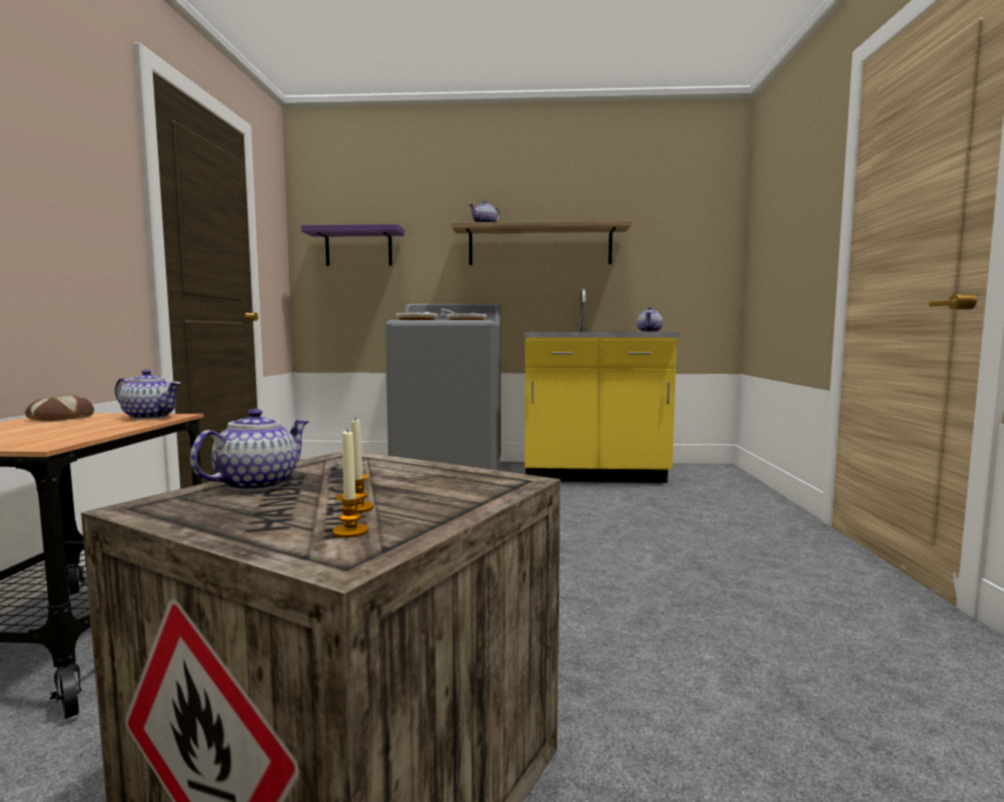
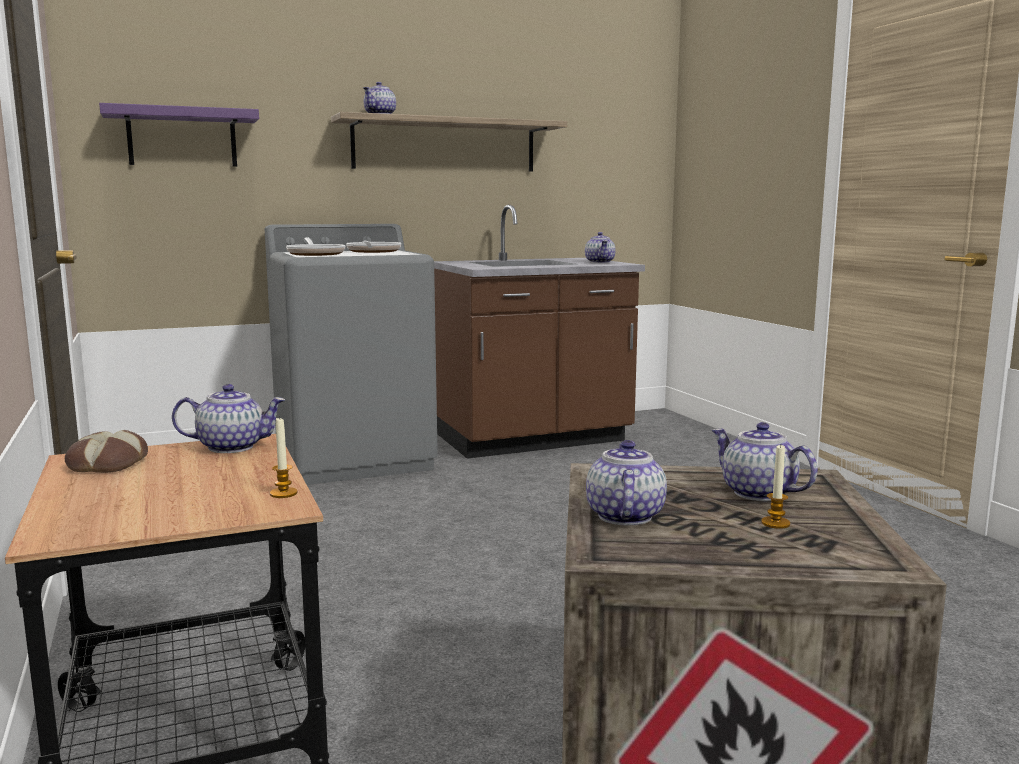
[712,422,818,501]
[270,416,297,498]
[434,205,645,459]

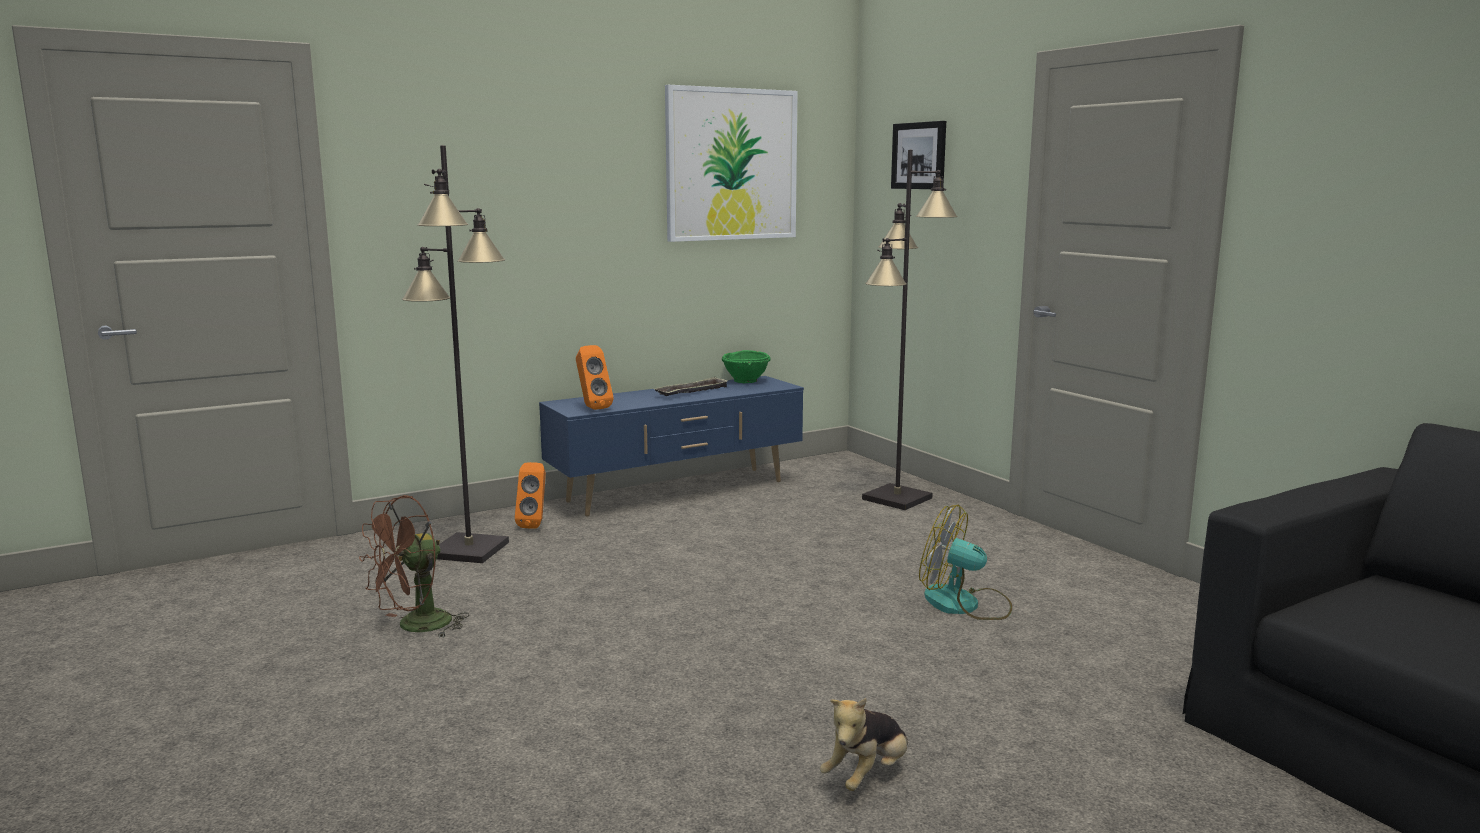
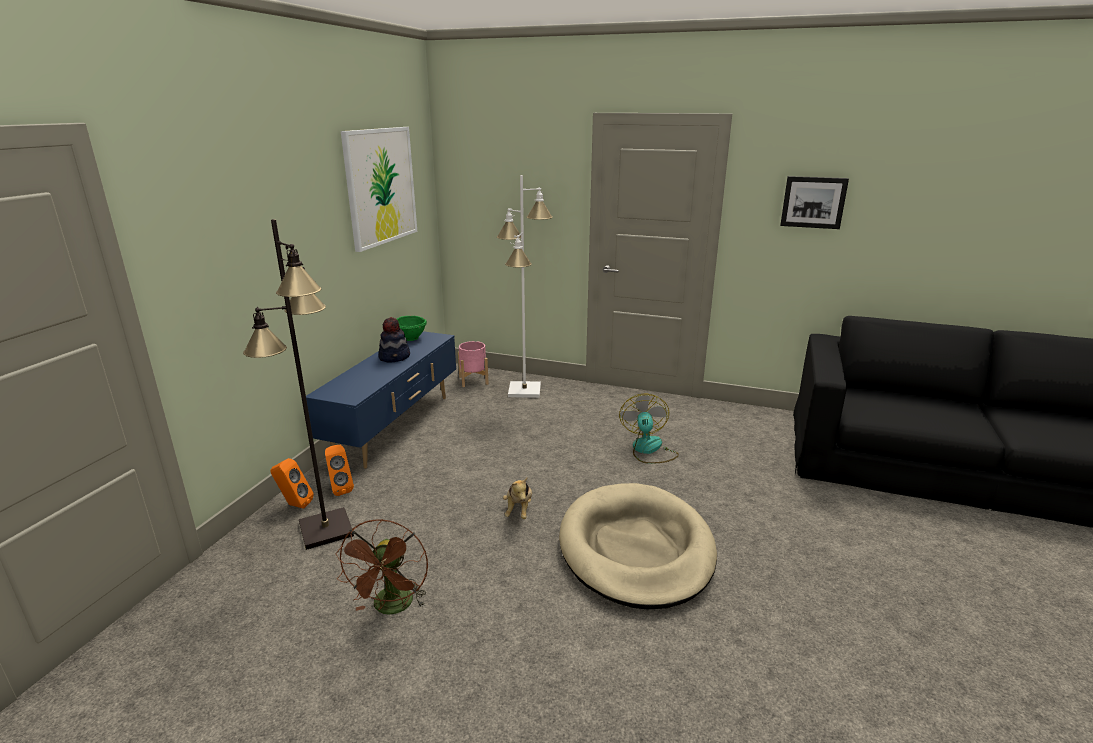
[458,341,489,387]
[559,483,717,609]
[271,458,314,509]
[503,478,532,519]
[780,176,849,229]
[379,317,410,362]
[497,175,553,398]
[619,394,679,464]

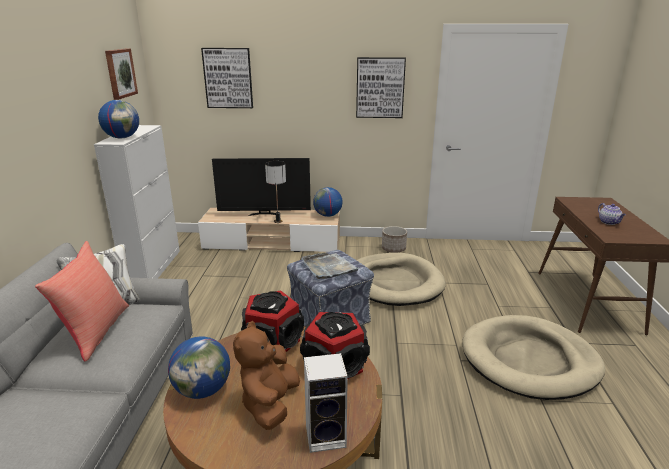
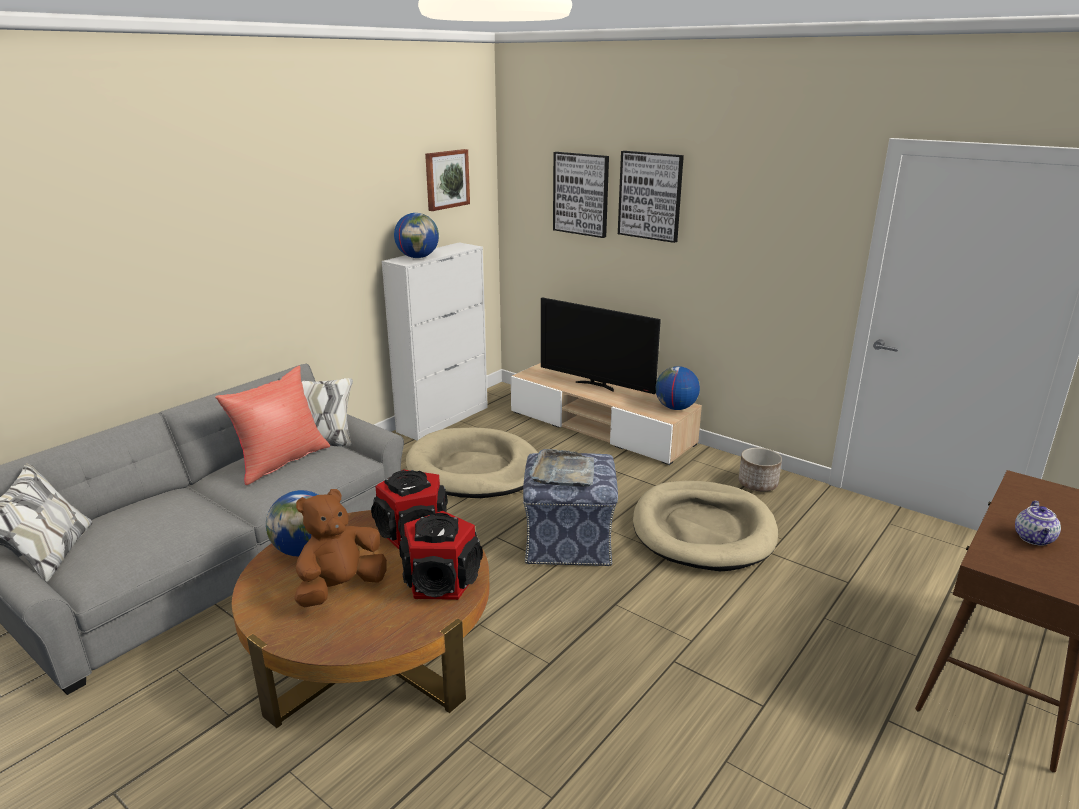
[265,161,286,223] (first image)
[304,353,348,453] (first image)
[618,151,684,243]
[406,427,538,498]

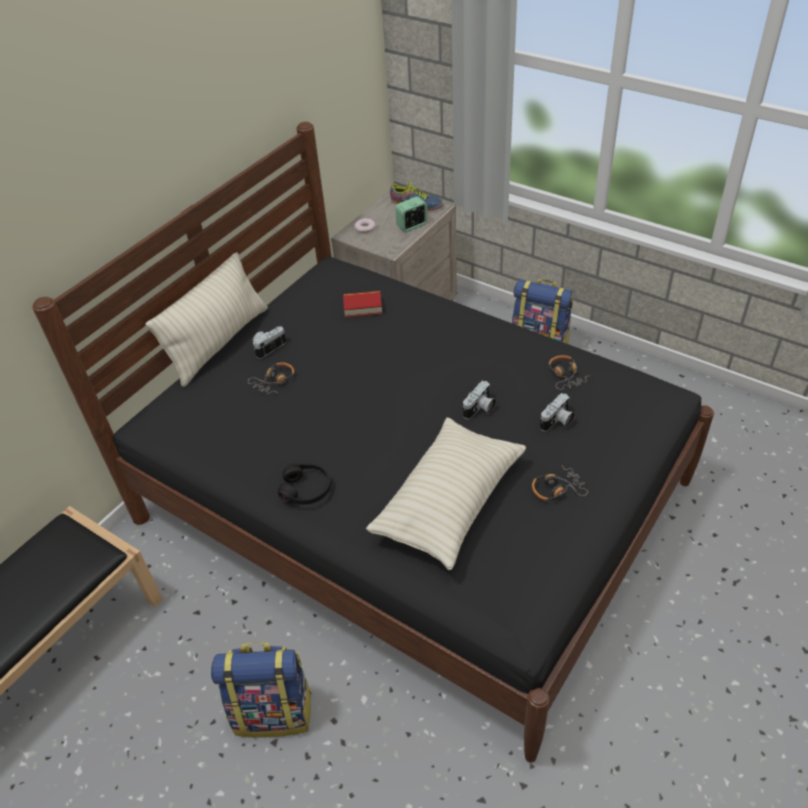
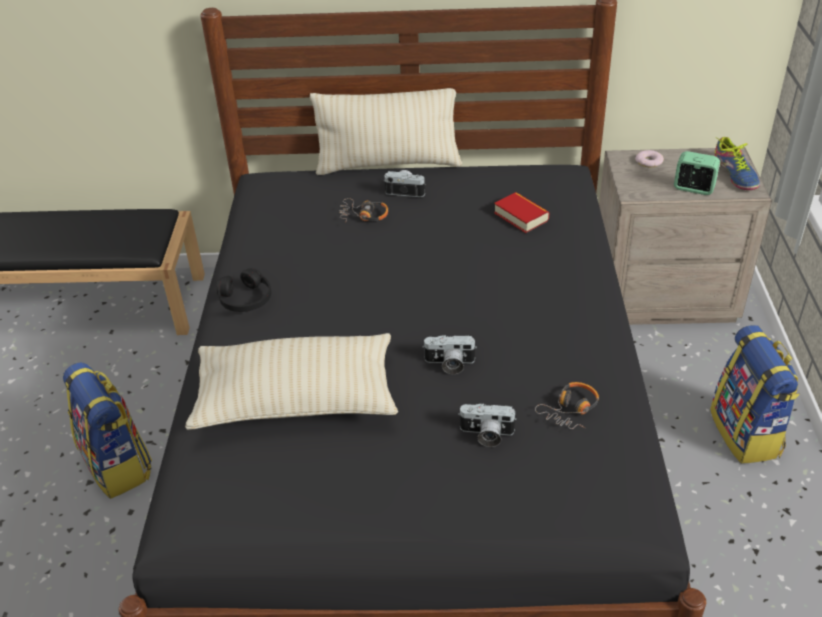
[532,465,588,501] (first image)

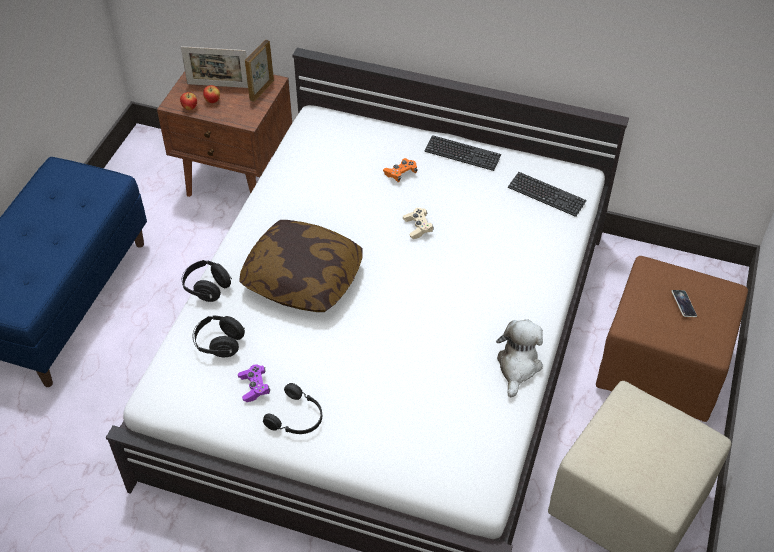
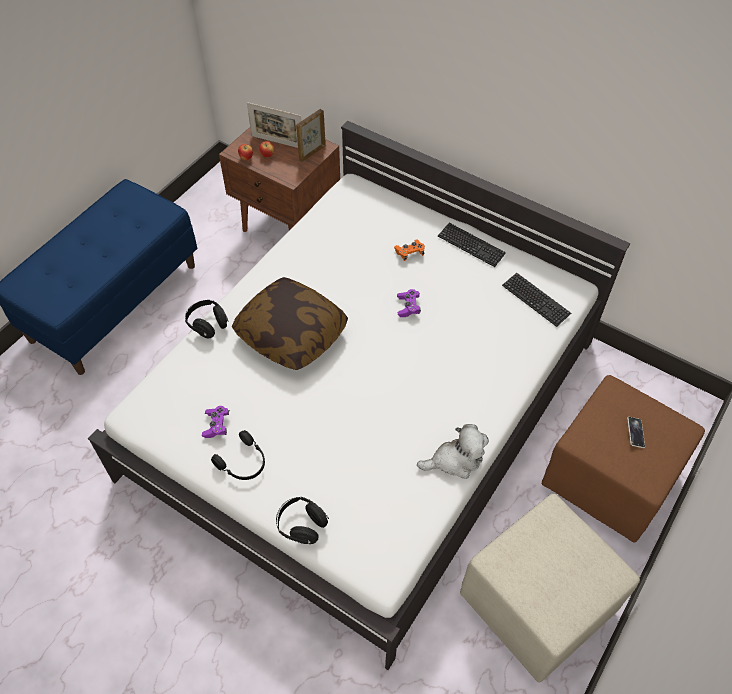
[276,497,329,544]
[397,289,421,317]
[417,424,489,479]

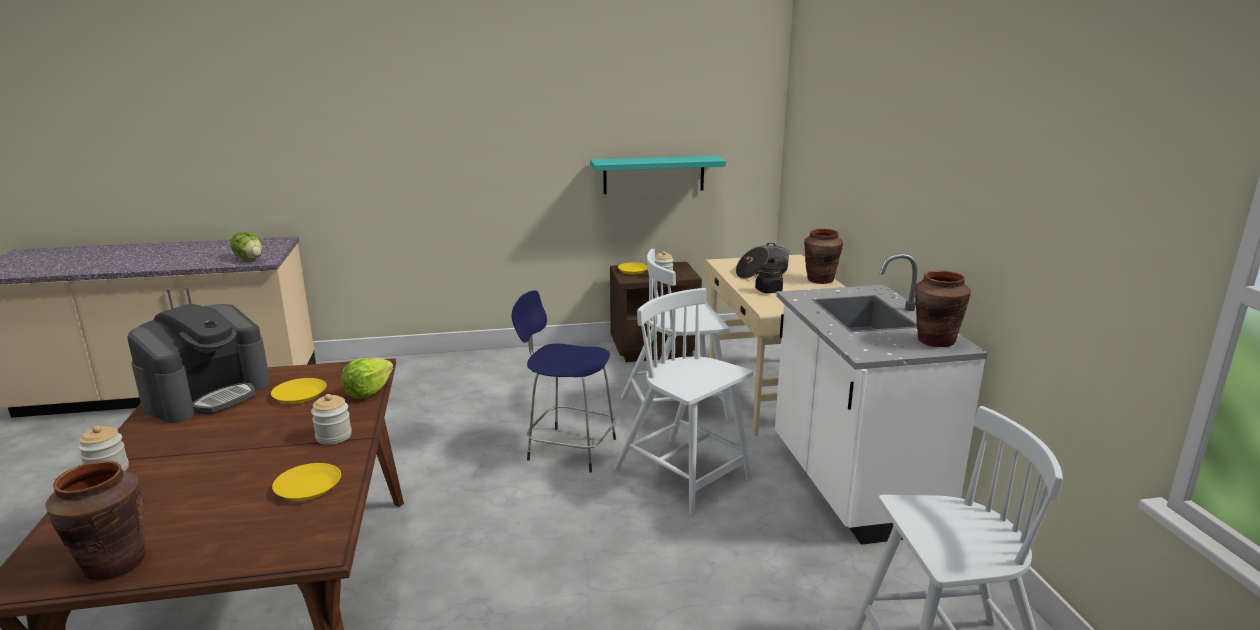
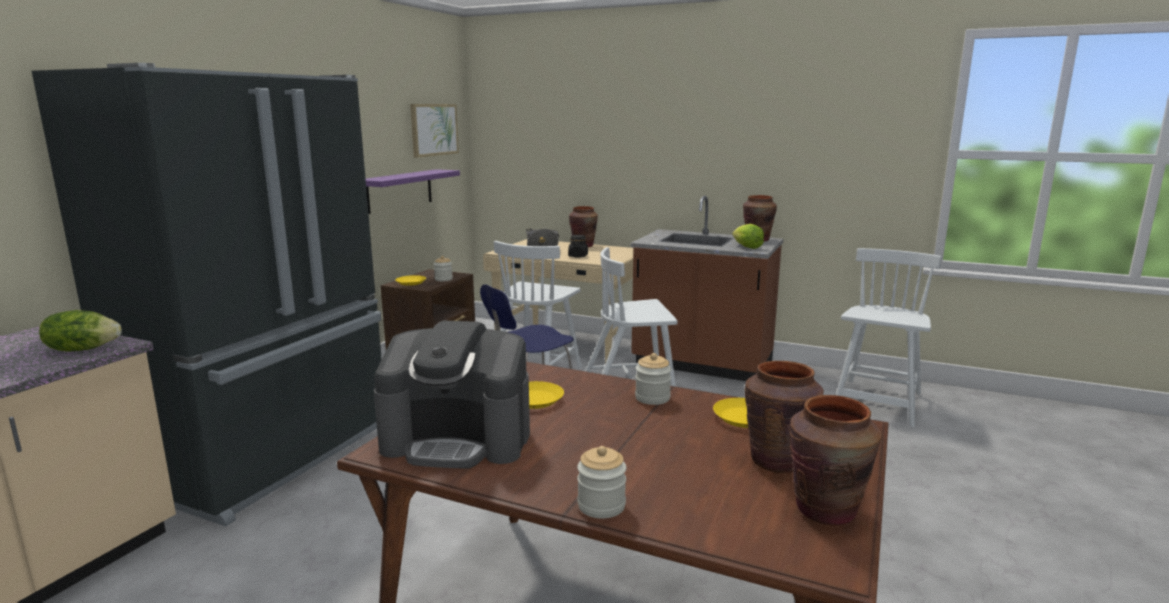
[31,63,382,527]
[410,104,459,158]
[745,361,824,473]
[732,224,764,249]
[366,169,460,214]
[630,196,784,381]
[374,320,530,469]

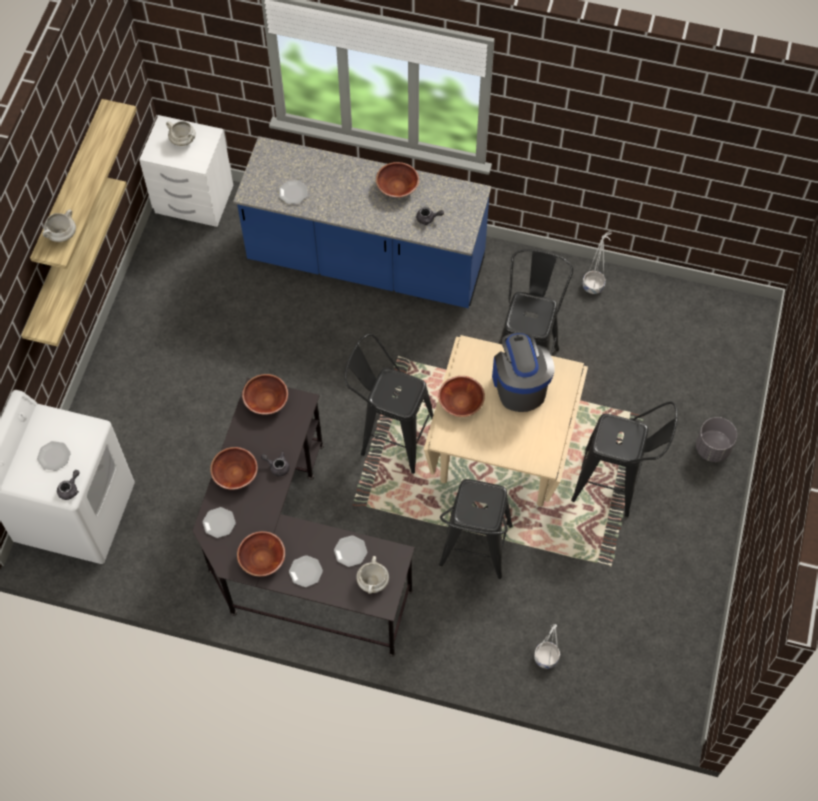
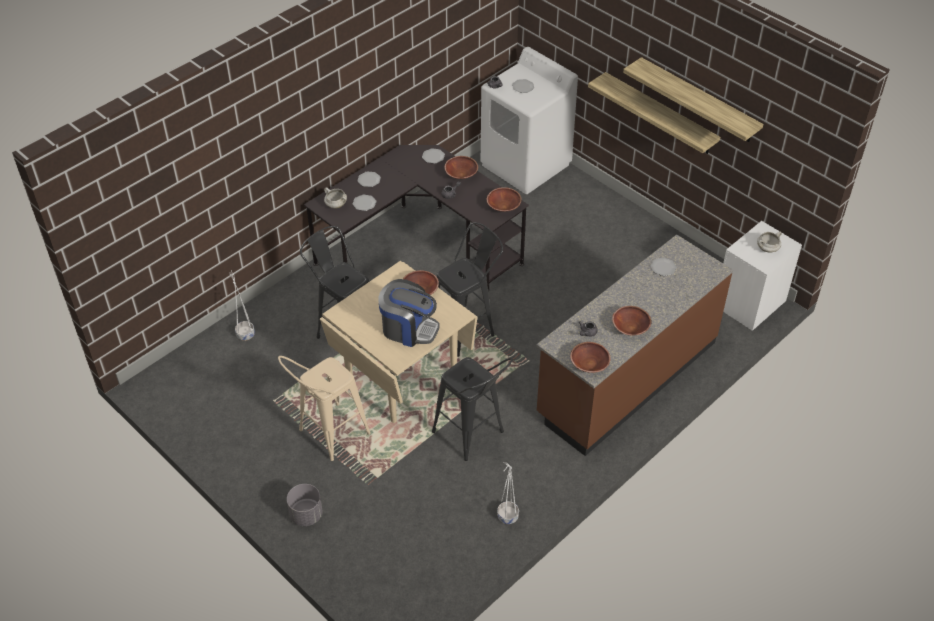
[42,209,76,242] (first image)
[570,342,610,373]
[536,235,733,456]
[278,356,371,461]

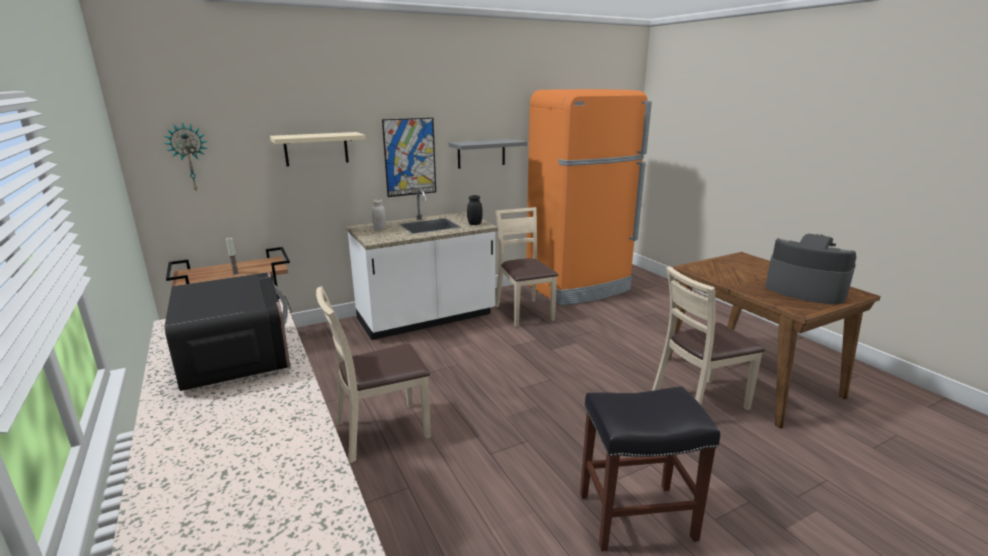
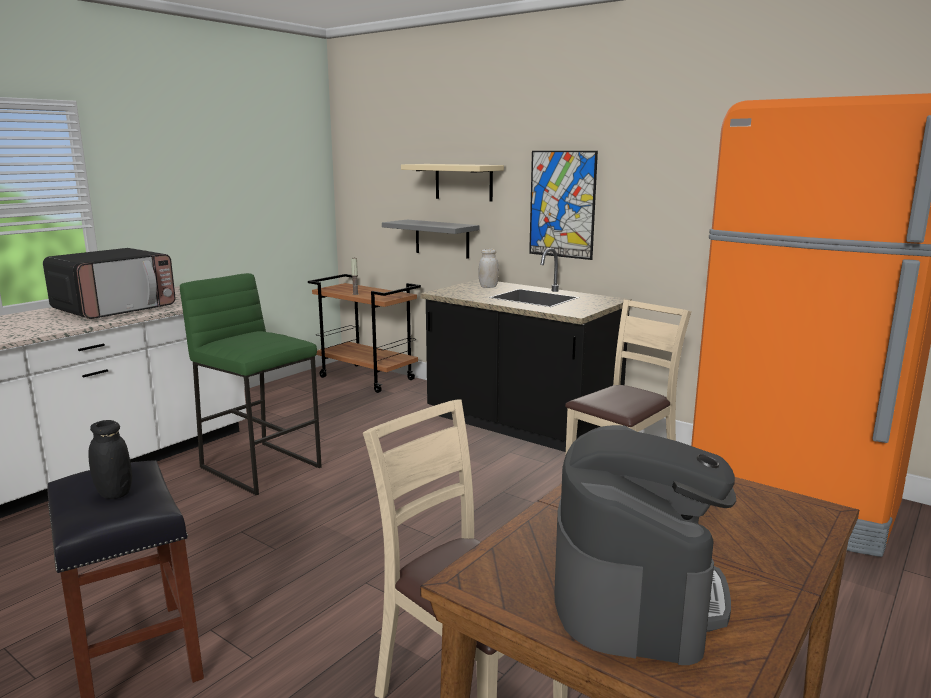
[164,122,208,190] (first image)
[382,220,479,259]
[88,420,132,499]
[180,273,322,495]
[420,248,632,452]

